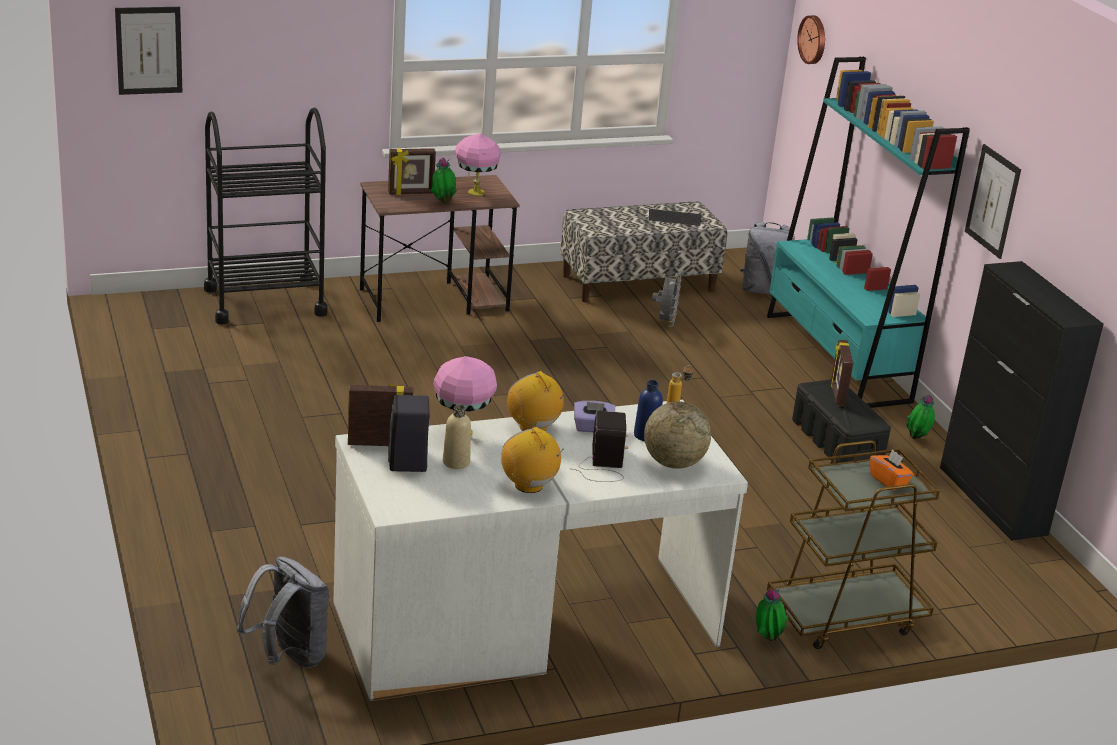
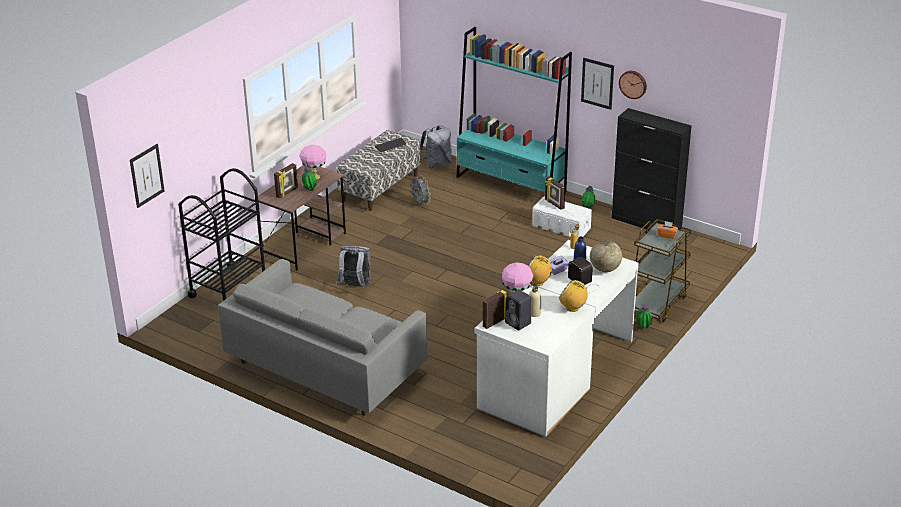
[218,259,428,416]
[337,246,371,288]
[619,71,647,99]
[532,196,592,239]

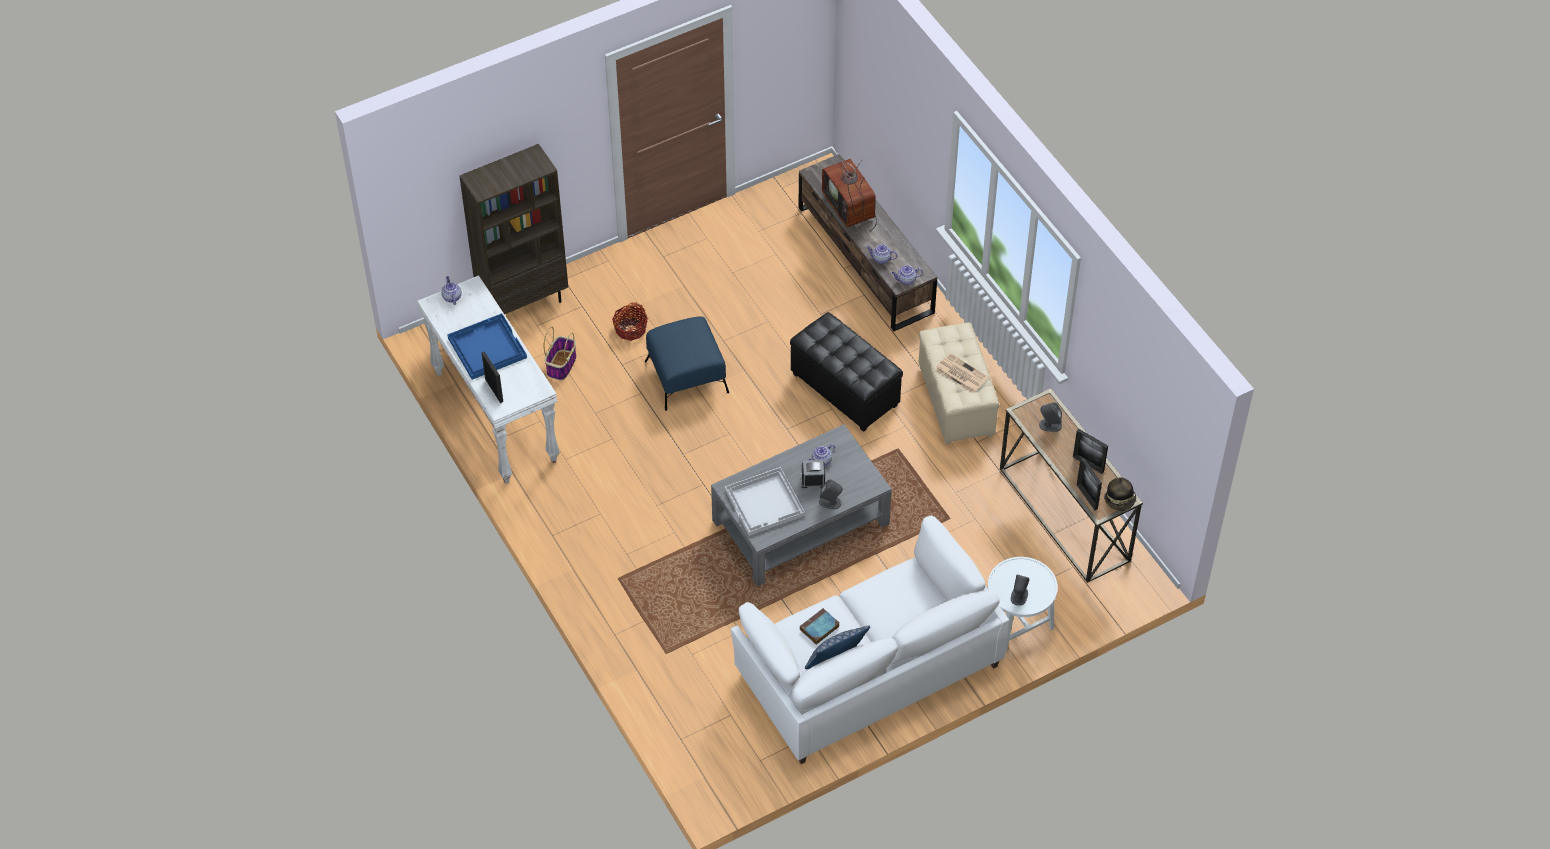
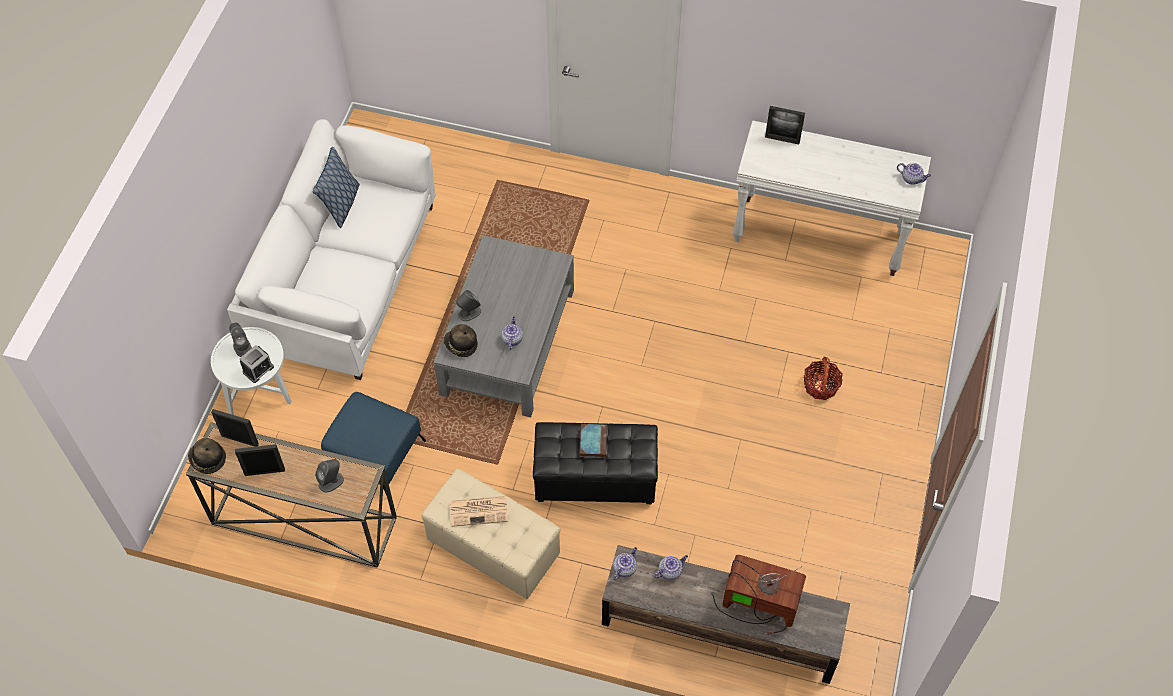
[447,313,527,380] (first image)
[459,144,568,314] (first image)
[544,326,577,380] (first image)
[725,467,805,536] (first image)
[444,324,478,357]
[321,392,426,495]
[580,424,607,458]
[239,345,274,383]

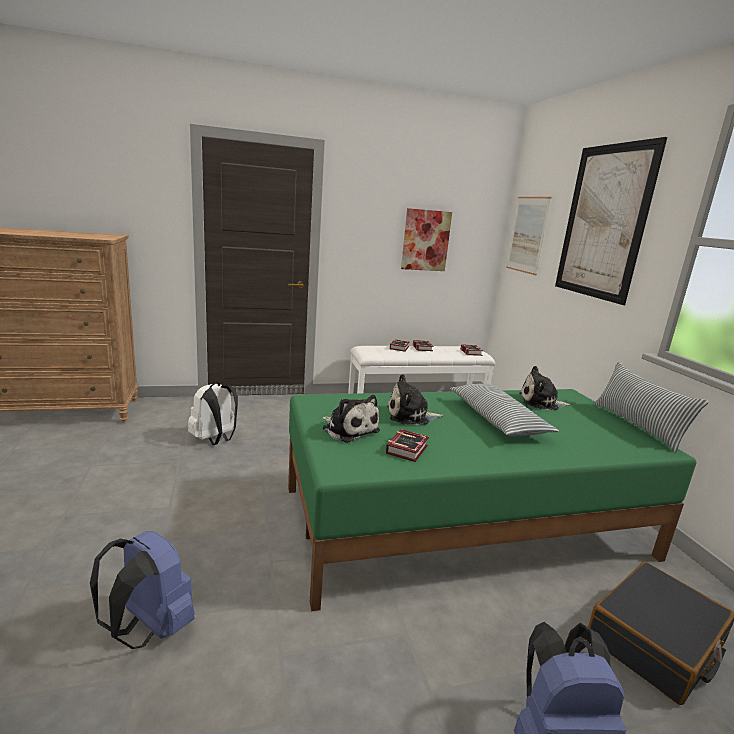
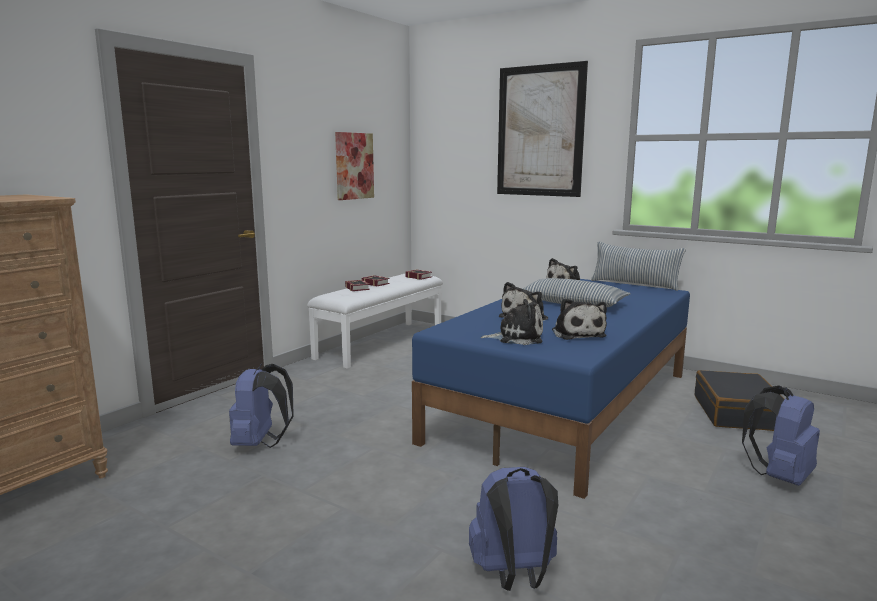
[506,197,551,275] (first image)
[552,298,607,340]
[229,364,294,448]
[412,279,690,499]

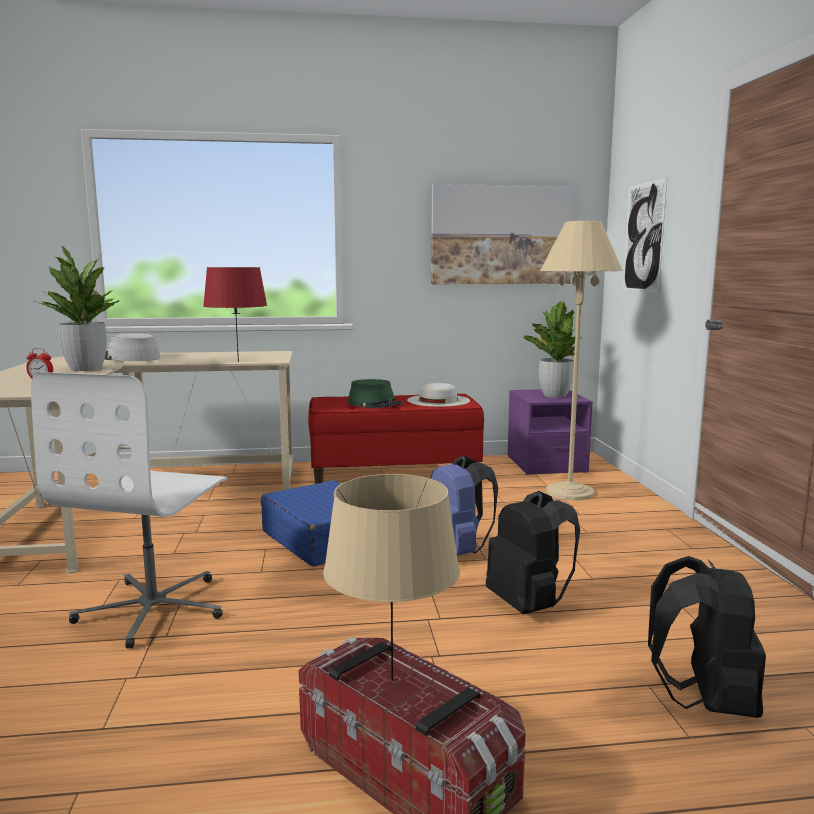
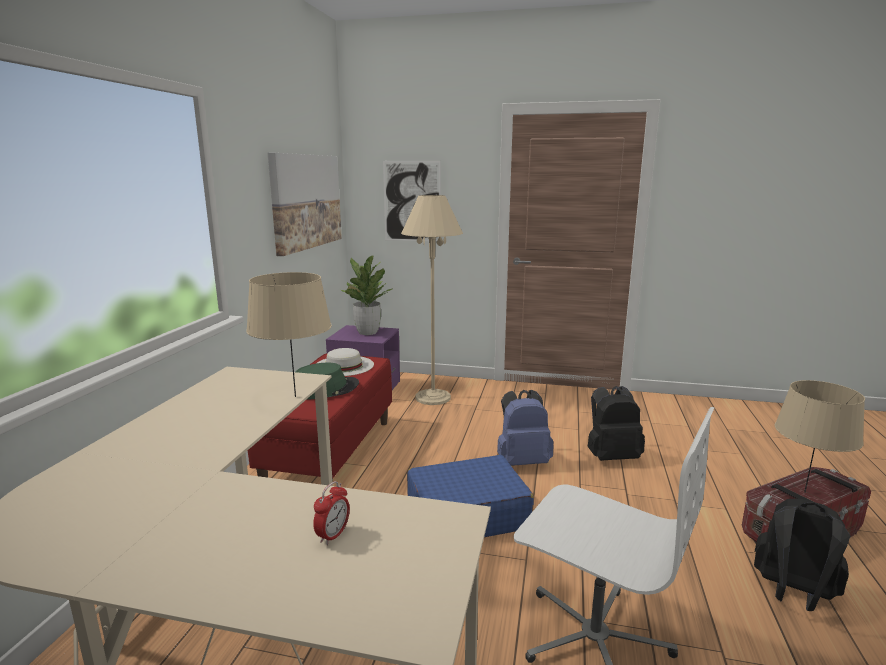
[34,246,120,371] (first image)
[104,333,160,361] (first image)
[754,499,851,611]
[246,272,332,397]

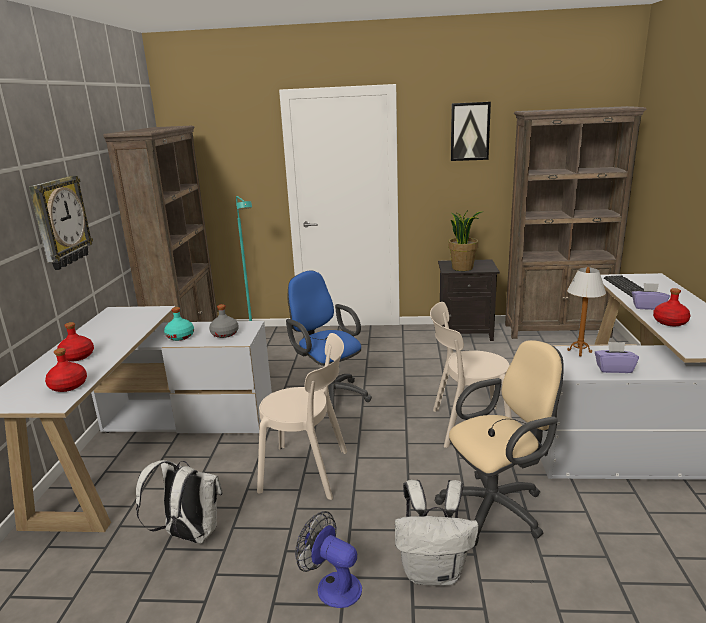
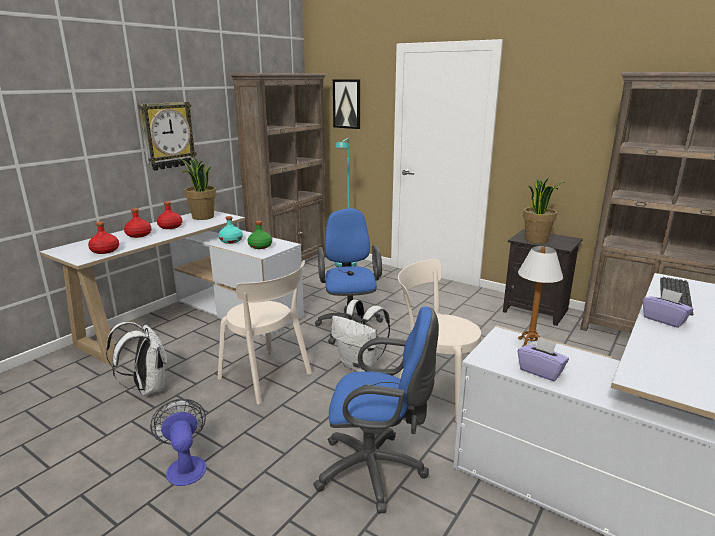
[180,156,216,220]
[331,300,390,372]
[333,79,360,129]
[157,201,182,229]
[248,221,272,249]
[313,307,439,514]

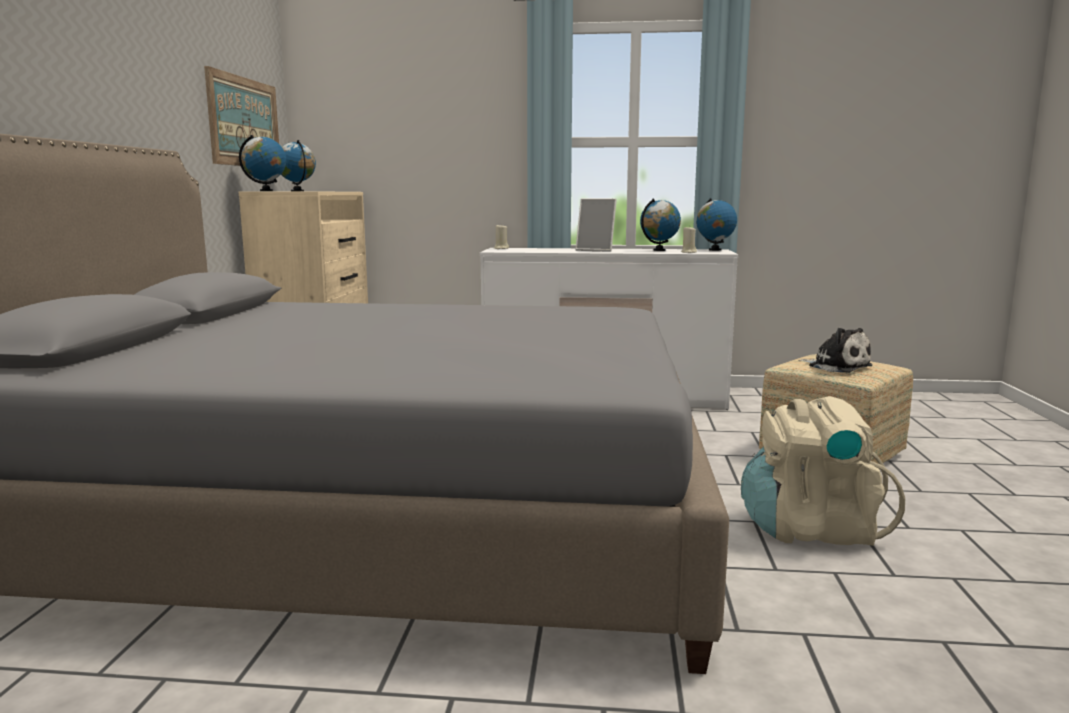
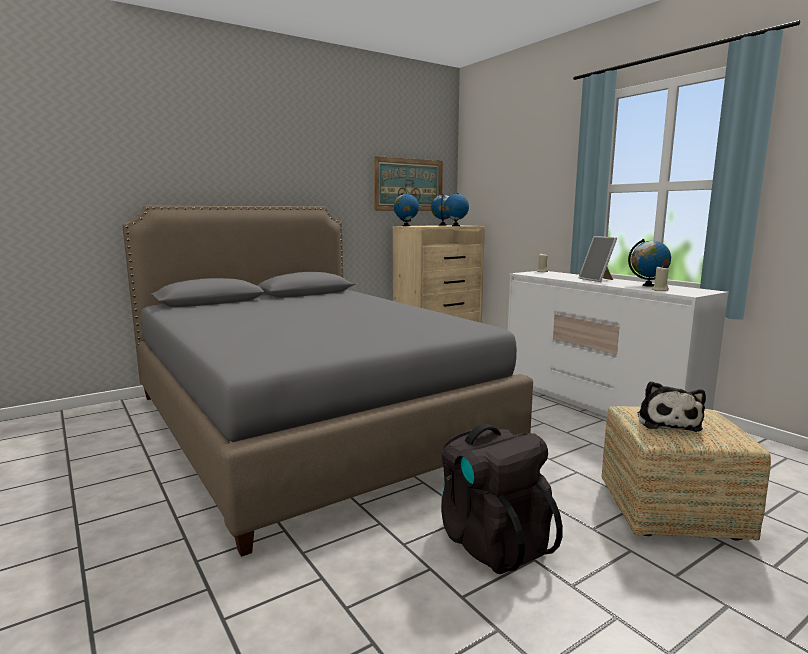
[444,193,469,226]
[441,424,563,574]

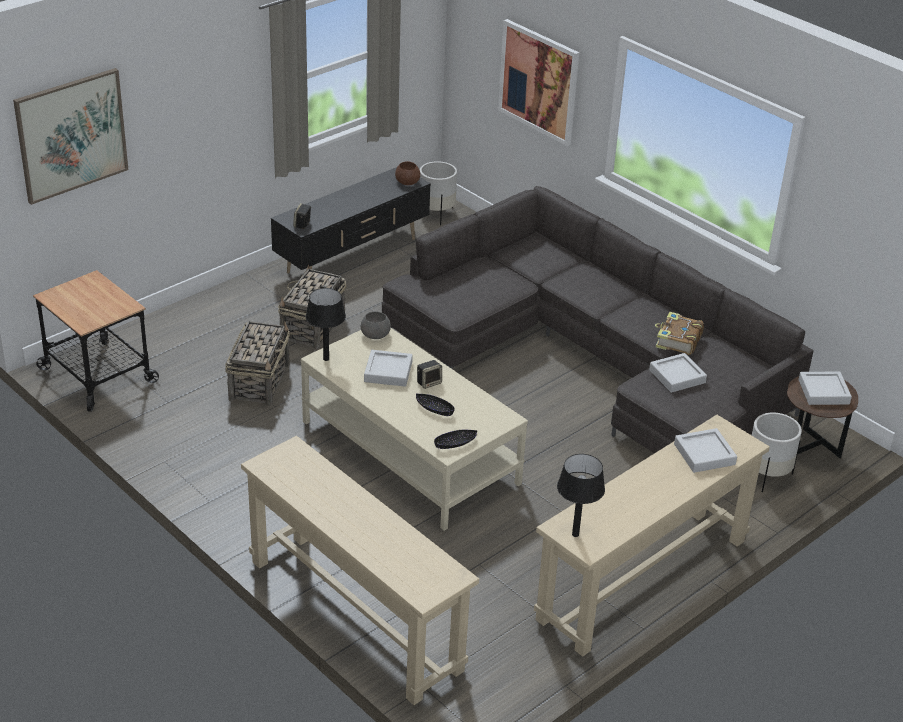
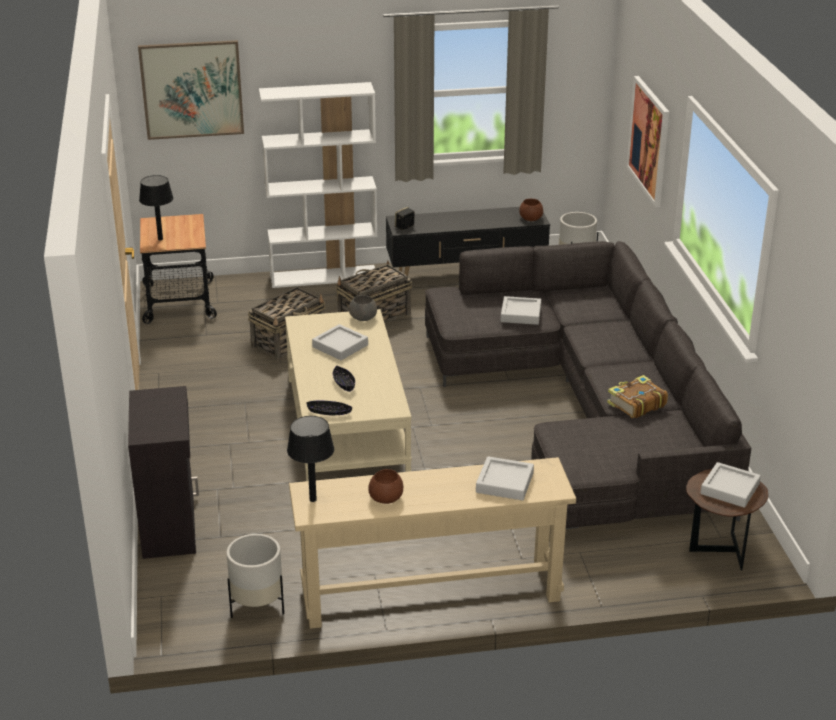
[417,360,442,389] (first image)
[259,82,378,288]
[368,469,403,504]
[139,175,173,240]
[501,296,541,325]
[226,534,284,618]
[128,386,199,559]

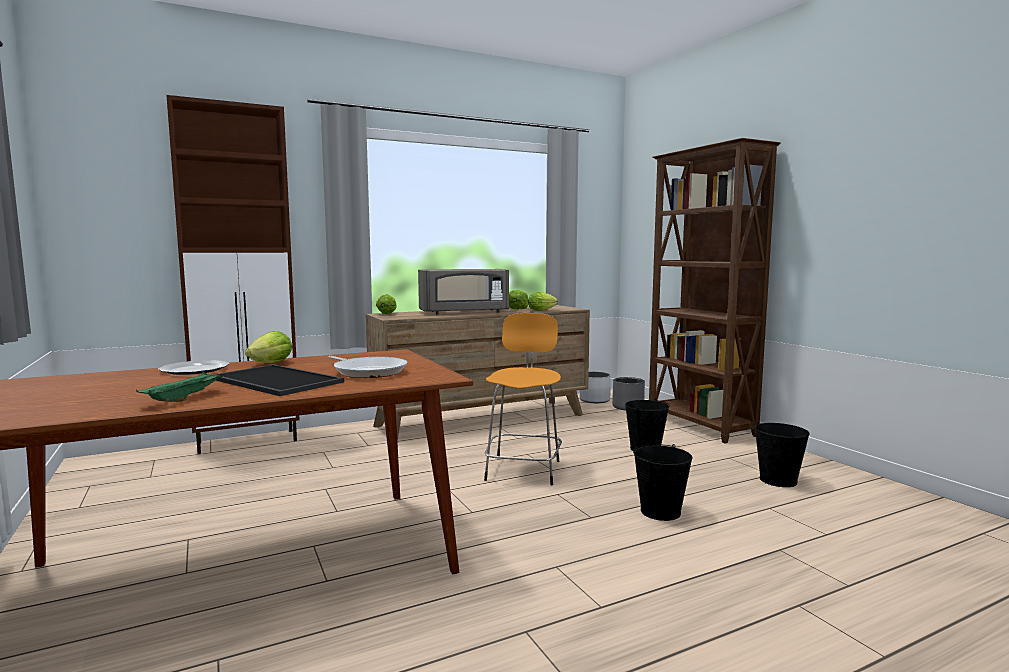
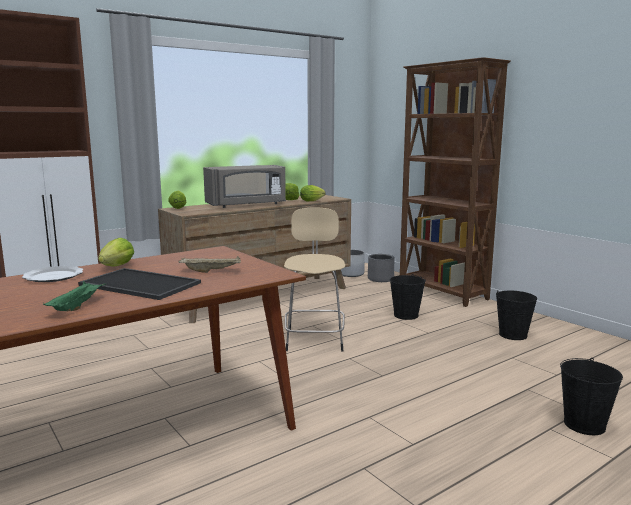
[560,358,623,435]
[179,256,241,273]
[284,208,345,351]

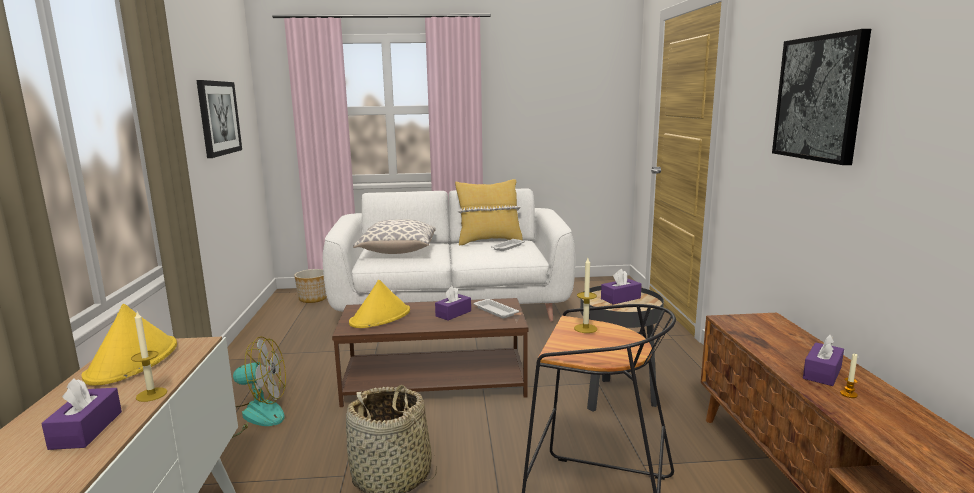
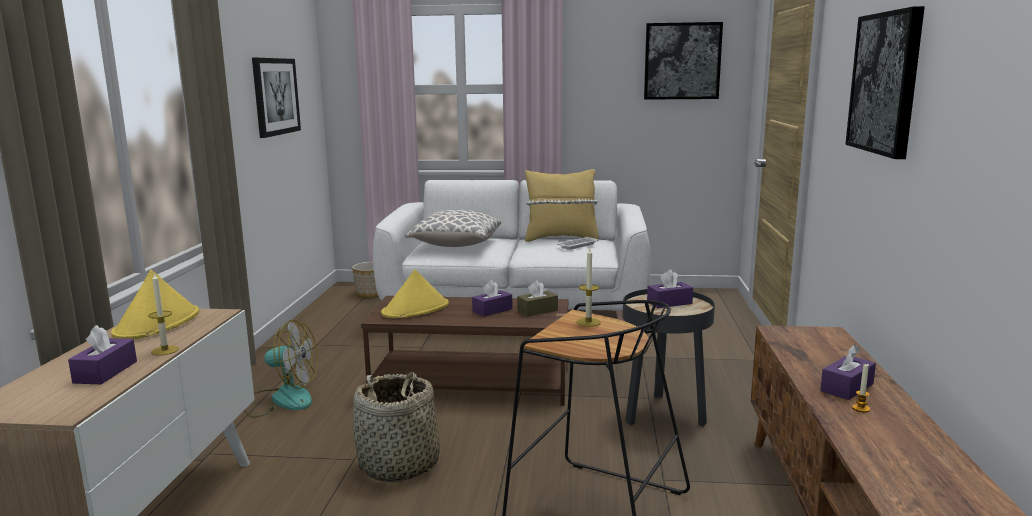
[644,22,723,100]
[517,280,558,316]

